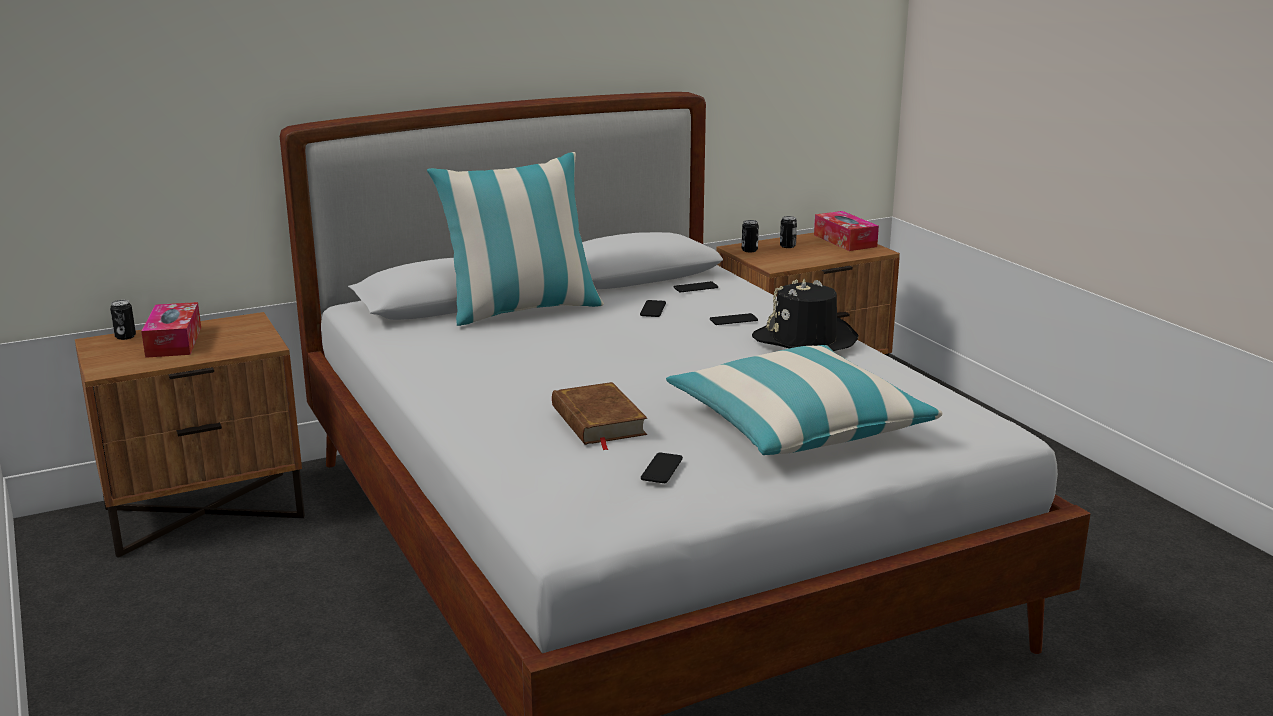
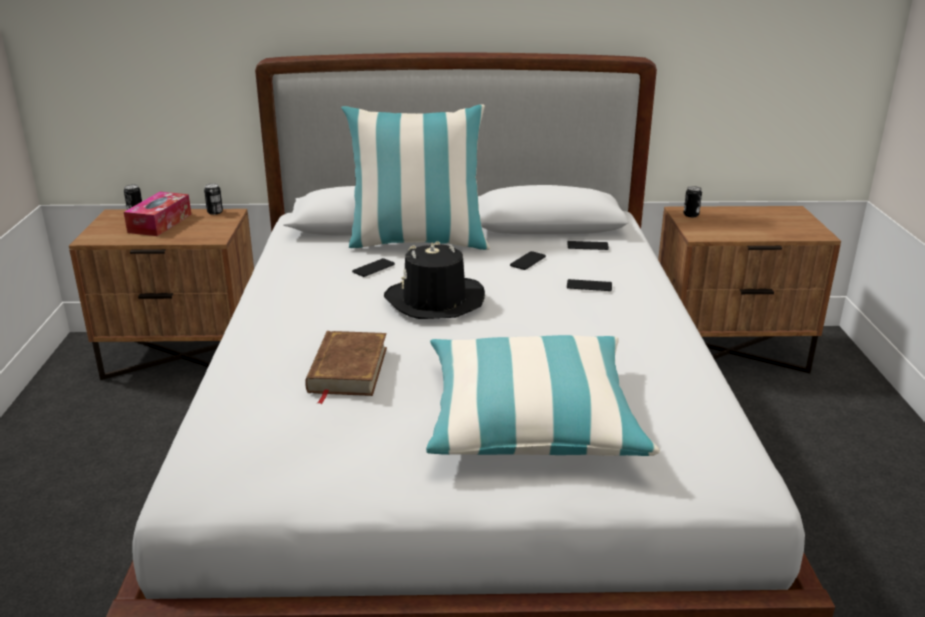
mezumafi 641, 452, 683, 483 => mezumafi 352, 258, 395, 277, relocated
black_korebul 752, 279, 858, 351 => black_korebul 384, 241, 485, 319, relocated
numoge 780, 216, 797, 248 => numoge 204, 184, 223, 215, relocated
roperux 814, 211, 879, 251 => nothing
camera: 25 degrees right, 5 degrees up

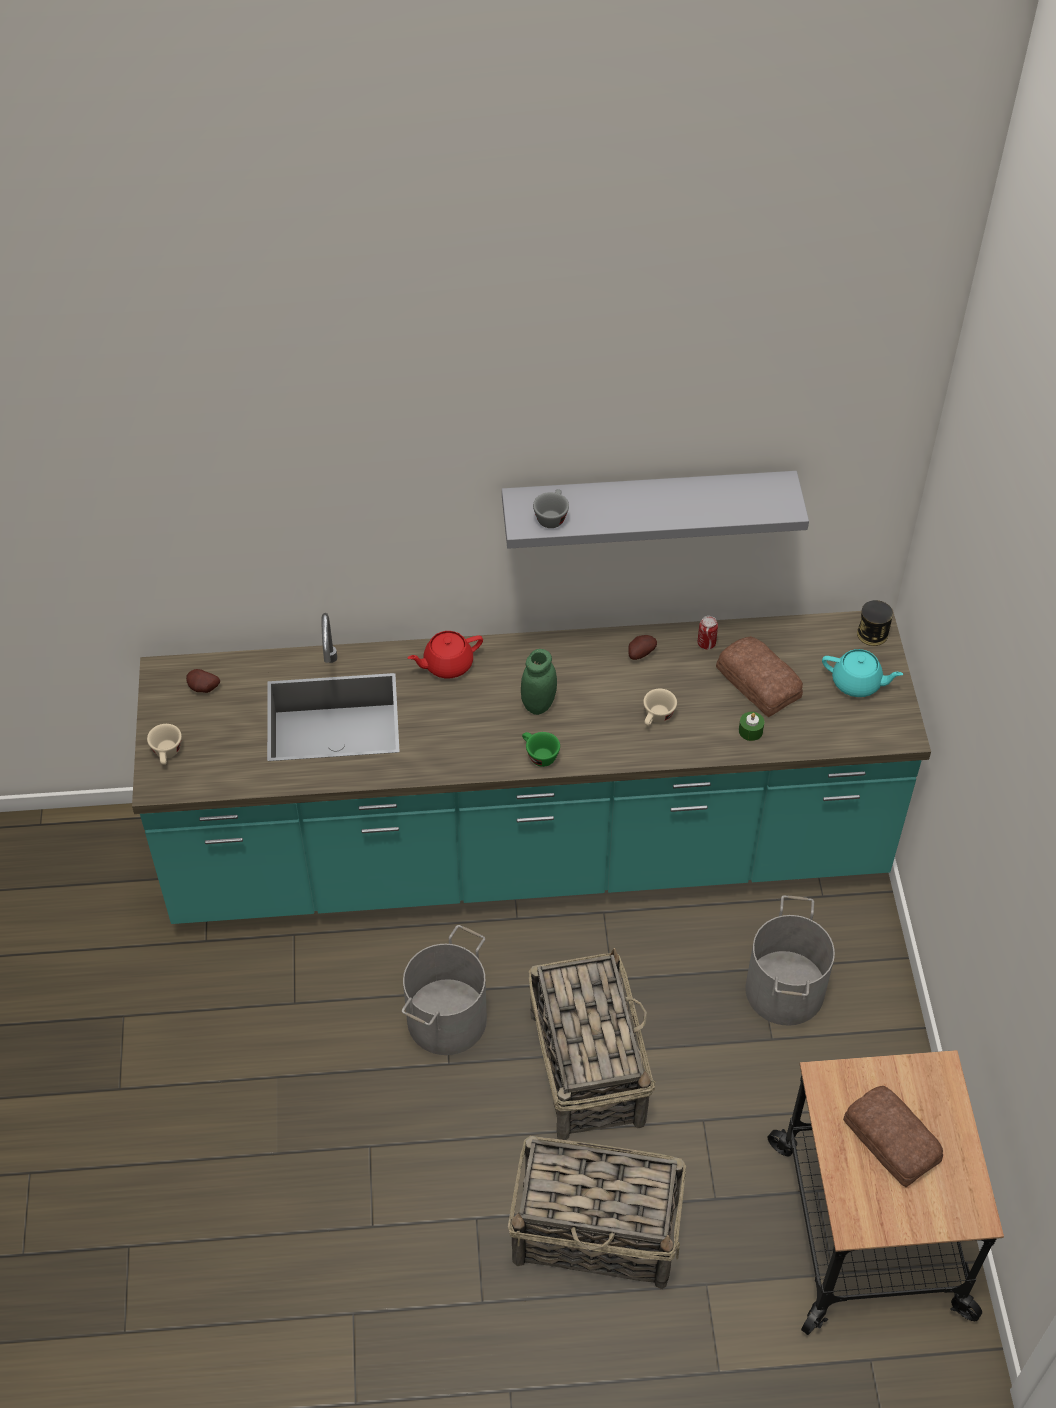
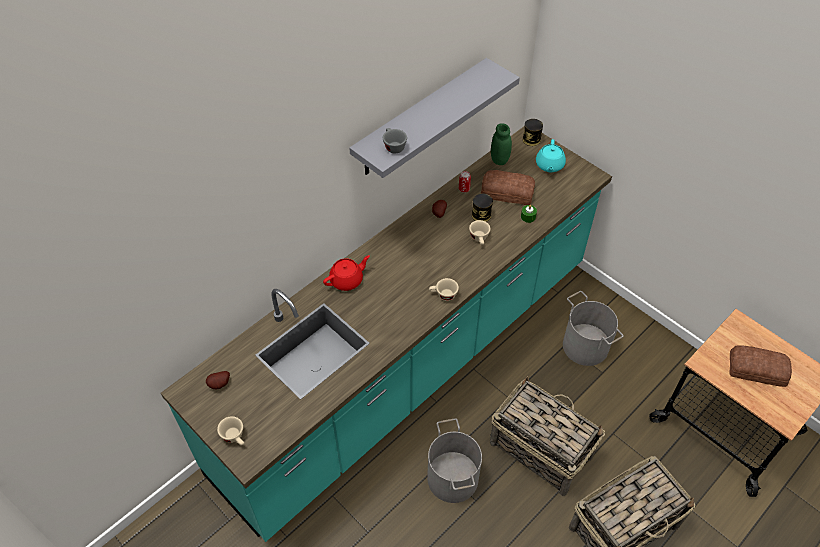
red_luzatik 408, 631, 483, 678 => red_luzatik 323, 255, 370, 291, 150 degrees counterclockwise
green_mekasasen 521, 649, 557, 715 => green_mekasasen 491, 123, 512, 165, relocated
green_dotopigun 522, 732, 560, 767 => beige_dotopigun 429, 278, 459, 301
turquoise_luzatik 822, 649, 903, 697 => turquoise_luzatik 536, 139, 566, 173, 120 degrees clockwise
nothing => numoge 472, 193, 493, 222
camera: 40 degrees left, 0 degrees up

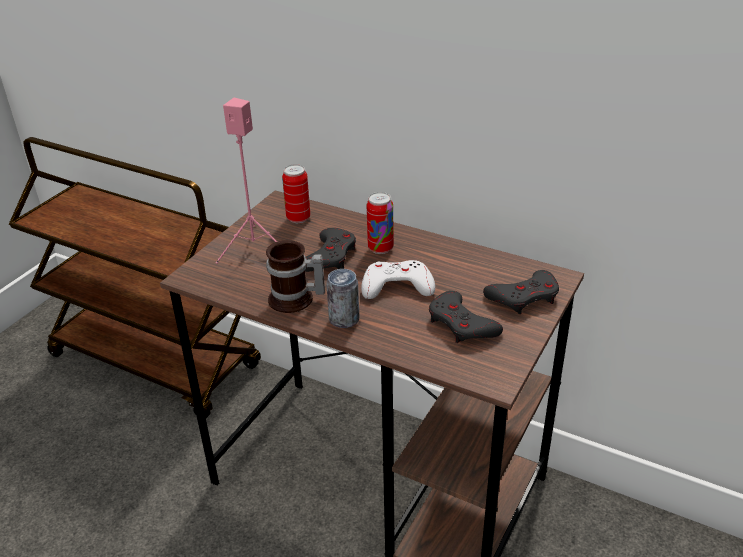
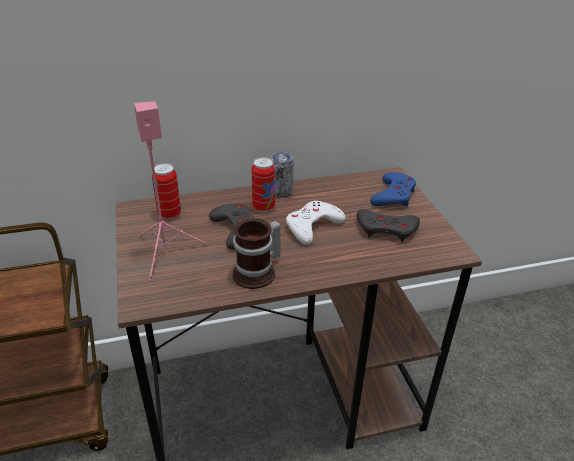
numoge 326, 269, 359, 328 => numoge 271, 152, 294, 198, relocated
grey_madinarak 483, 270, 559, 314 => blue_madinarak 370, 172, 416, 206
camera: 45 degrees left, 0 degrees up

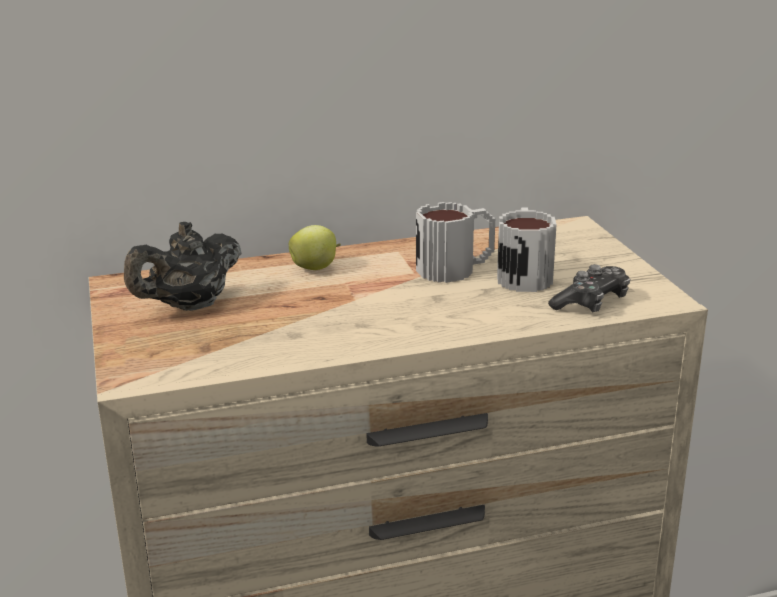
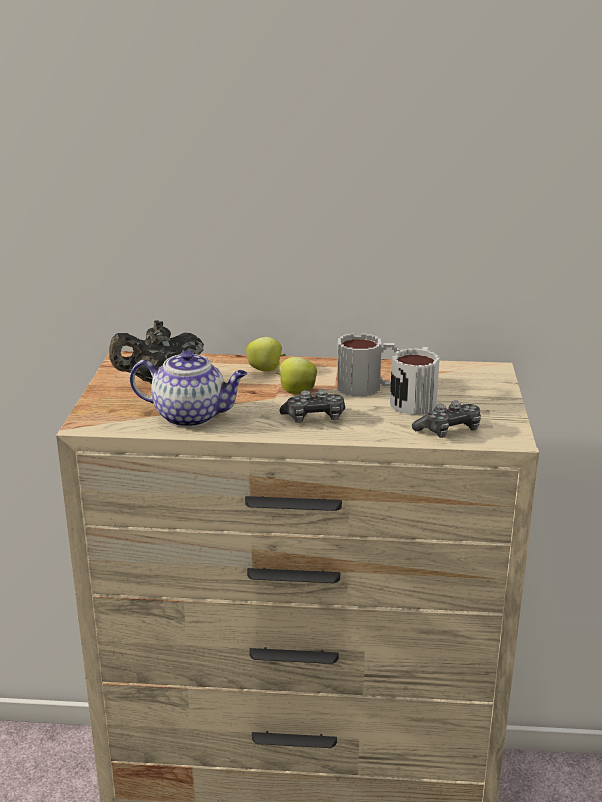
nothing => luzatik 130, 350, 248, 427
nothing => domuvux 276, 357, 317, 394
nothing => madinarak 279, 389, 345, 423
camera: 20 degrees right, 0 degrees up

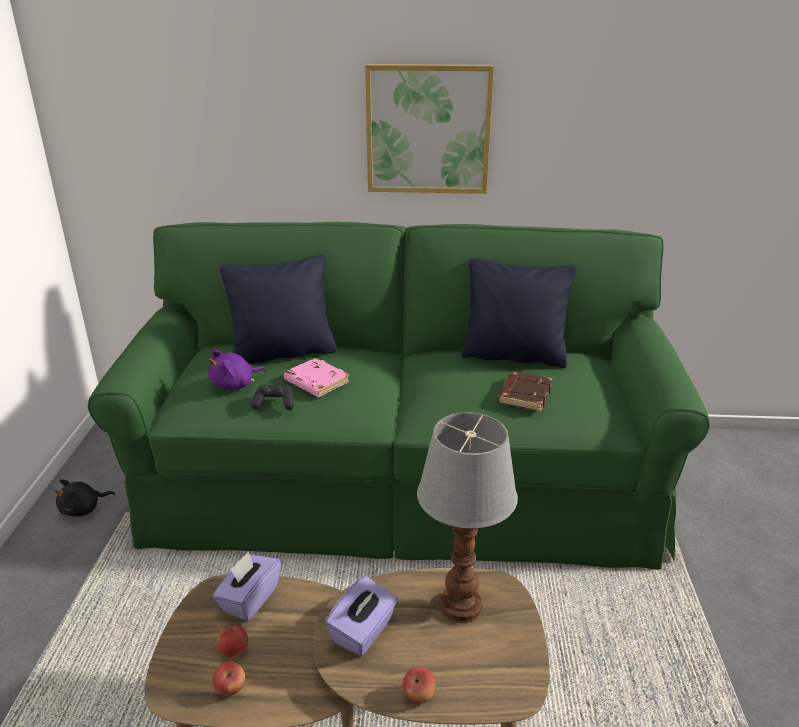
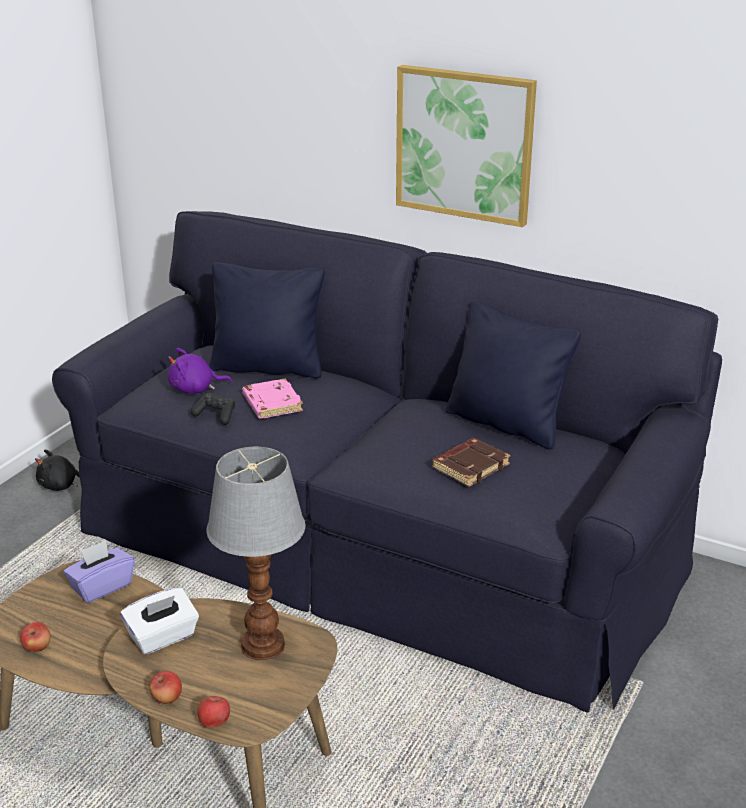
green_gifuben 88, 222, 710, 570 => black_gifuben 52, 211, 722, 713
domuvux 217, 625, 248, 657 => domuvux 197, 696, 230, 728, relocated
purple_roperux 325, 576, 398, 656 => white_roperux 121, 588, 199, 655
camera: 25 degrees right, 0 degrees up

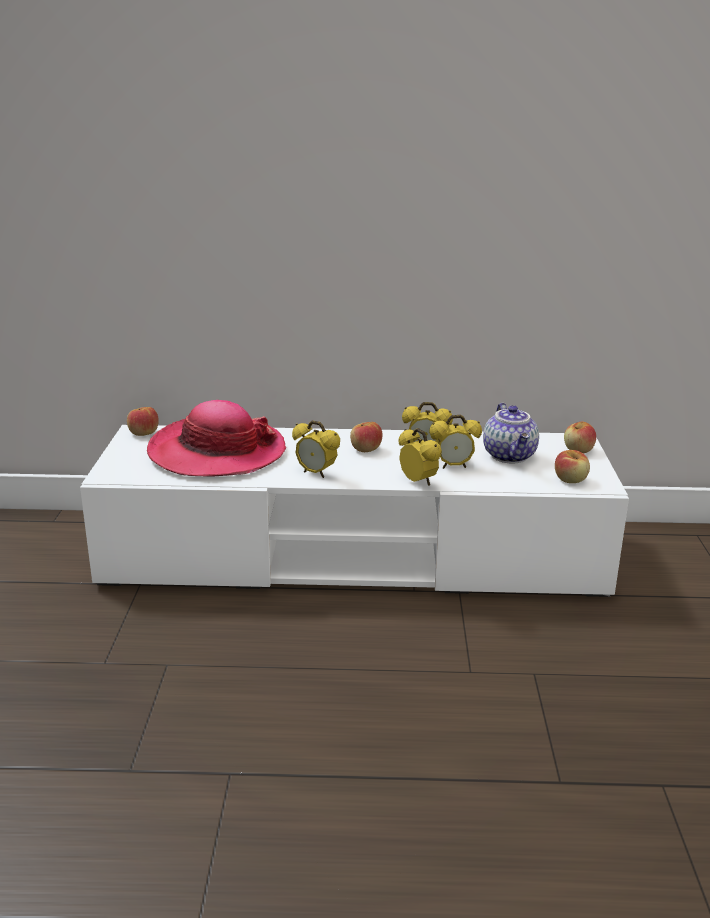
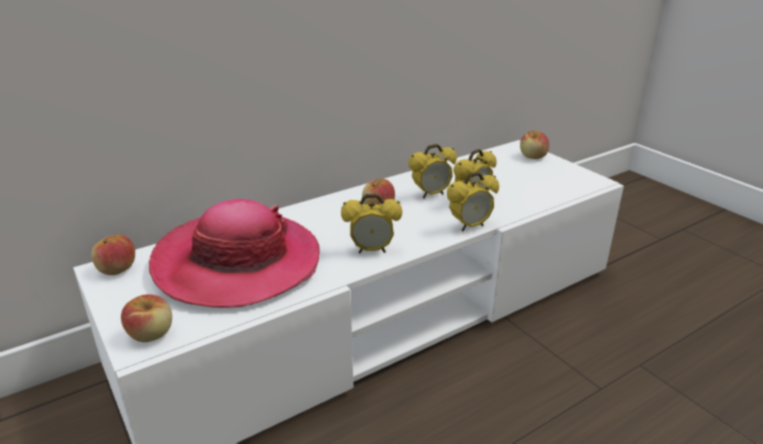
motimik 399, 428, 442, 486 => motimik 447, 172, 499, 231, 135 degrees clockwise
luzatik 483, 403, 539, 463 => nothing
domuvux 555, 450, 590, 483 => domuvux 121, 294, 172, 342, relocated
camera: 35 degrees left, 5 degrees up

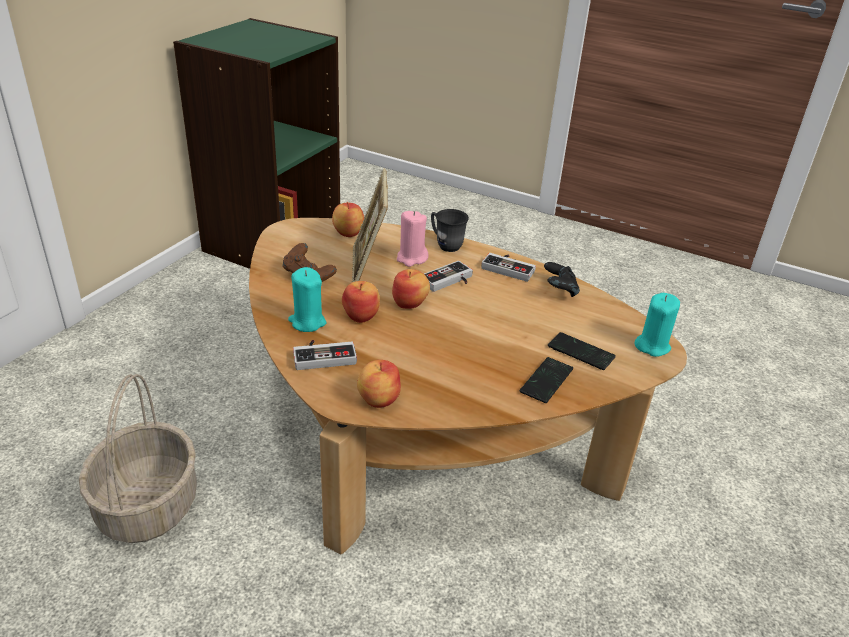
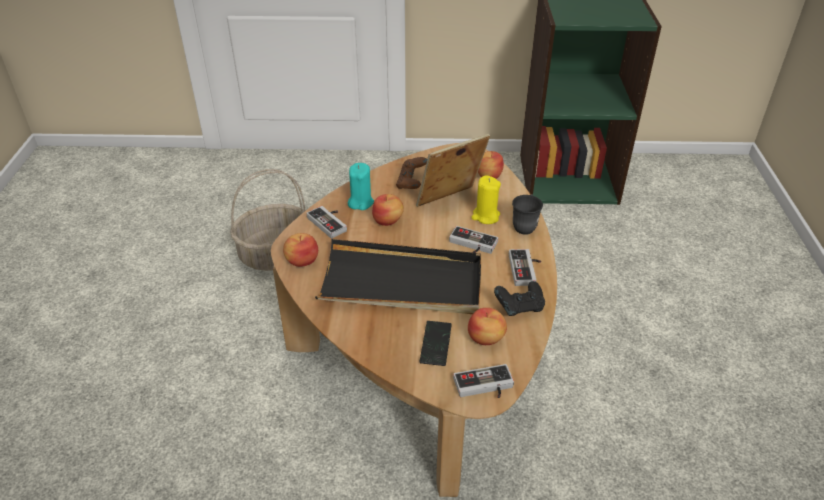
domuvux 392, 269, 430, 309 => domuvux 468, 308, 507, 345, relocated
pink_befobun 397, 211, 429, 267 => yellow_befobun 471, 175, 501, 224
mezumafi 520, 357, 573, 403 => nothing
turquoise_befobun 634, 293, 680, 357 => madinarak 453, 364, 514, 398
nothing => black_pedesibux 315, 239, 481, 314
camera: 65 degrees right, 5 degrees up

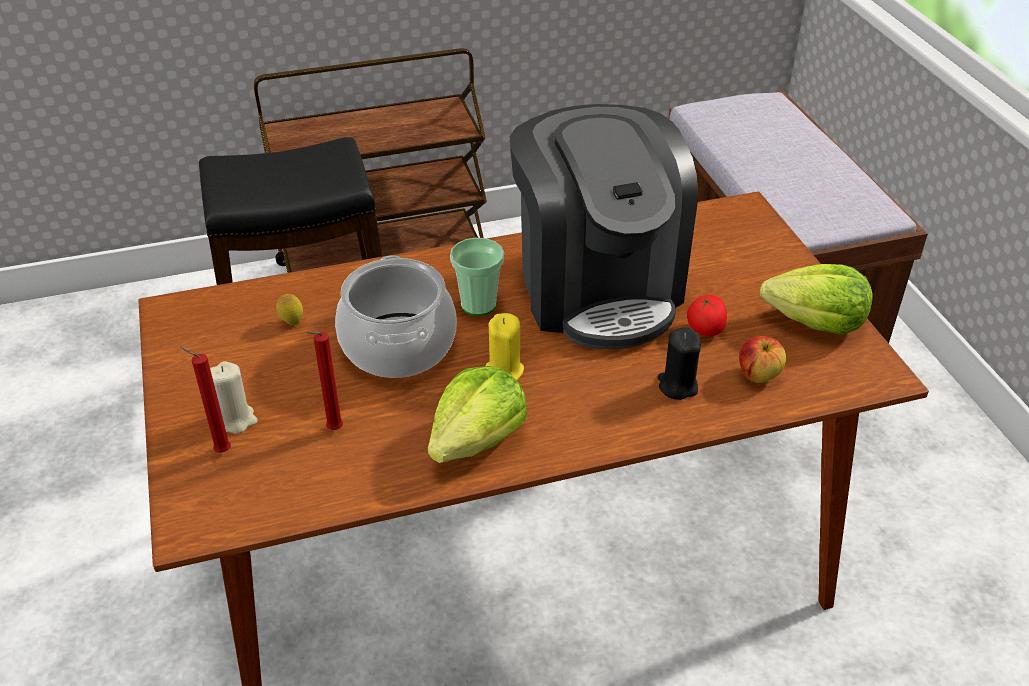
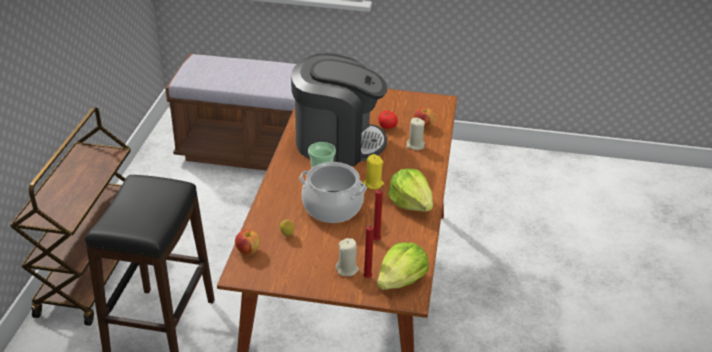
black_befobun 658, 327, 701, 400 => beige_befobun 406, 118, 425, 150
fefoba 760, 264, 873, 335 => fefoba 377, 242, 429, 290, relocated
nothing => domuvux 235, 229, 260, 255
camera: 65 degrees left, 5 degrees down

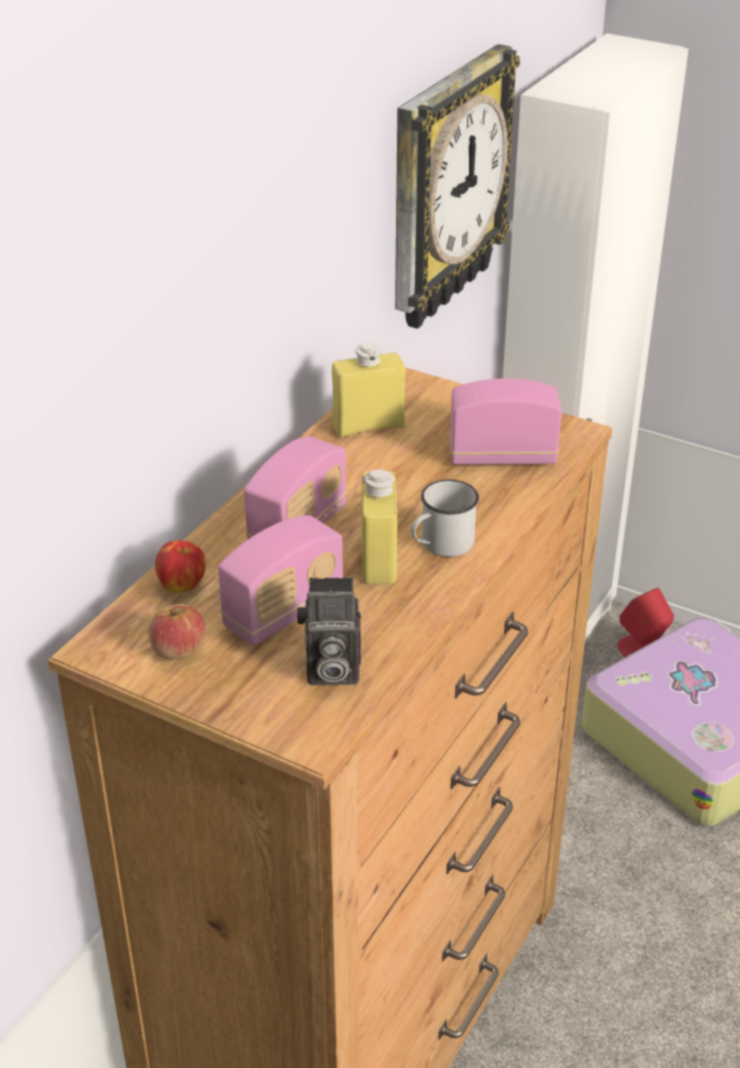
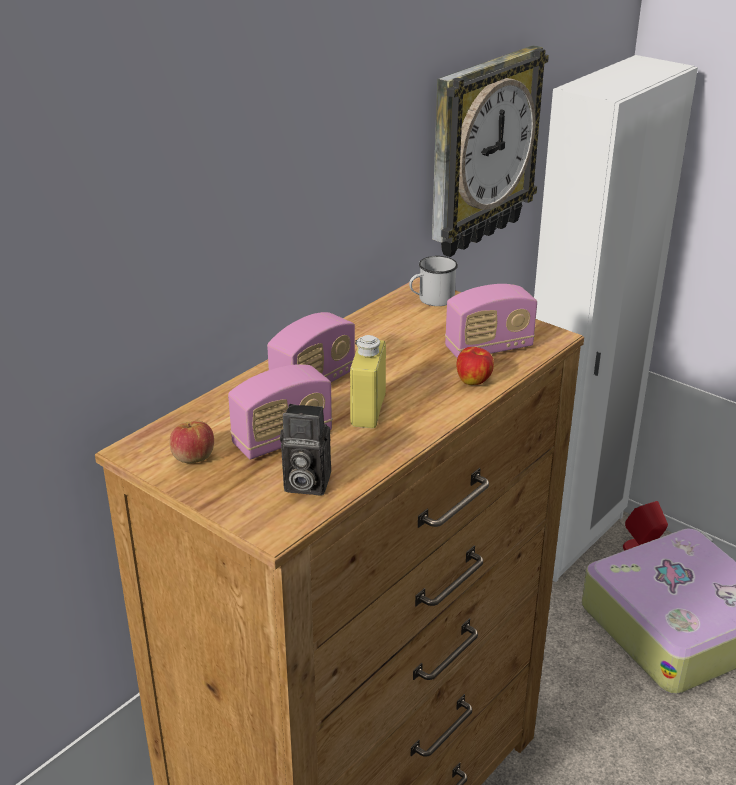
domuvux 155, 540, 206, 593 => domuvux 456, 347, 494, 385, relocated
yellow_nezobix 332, 342, 405, 437 => nothing
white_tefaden 411, 479, 479, 557 => white_tefaden 409, 256, 458, 306, relocated
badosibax 449, 378, 562, 465 => badosibax 445, 284, 537, 358, 150 degrees clockwise
camera: 10 degrees right, 5 degrees down

